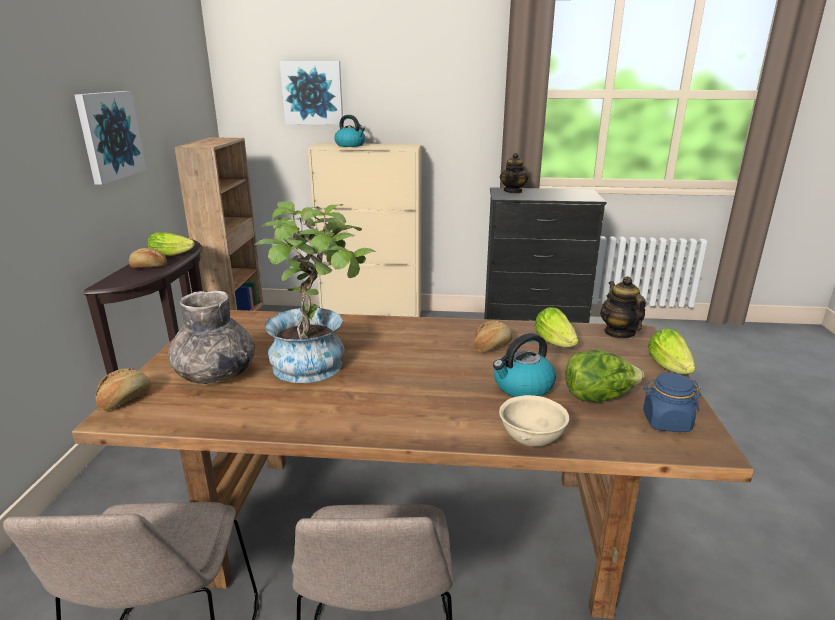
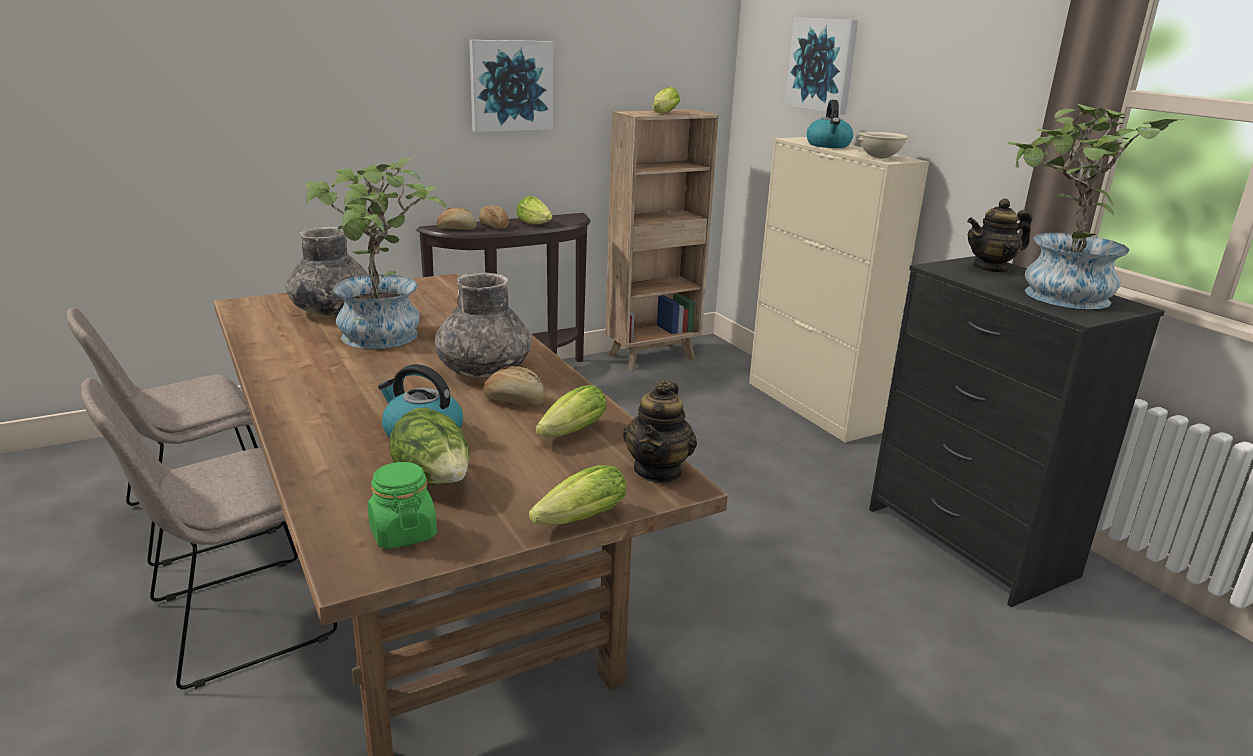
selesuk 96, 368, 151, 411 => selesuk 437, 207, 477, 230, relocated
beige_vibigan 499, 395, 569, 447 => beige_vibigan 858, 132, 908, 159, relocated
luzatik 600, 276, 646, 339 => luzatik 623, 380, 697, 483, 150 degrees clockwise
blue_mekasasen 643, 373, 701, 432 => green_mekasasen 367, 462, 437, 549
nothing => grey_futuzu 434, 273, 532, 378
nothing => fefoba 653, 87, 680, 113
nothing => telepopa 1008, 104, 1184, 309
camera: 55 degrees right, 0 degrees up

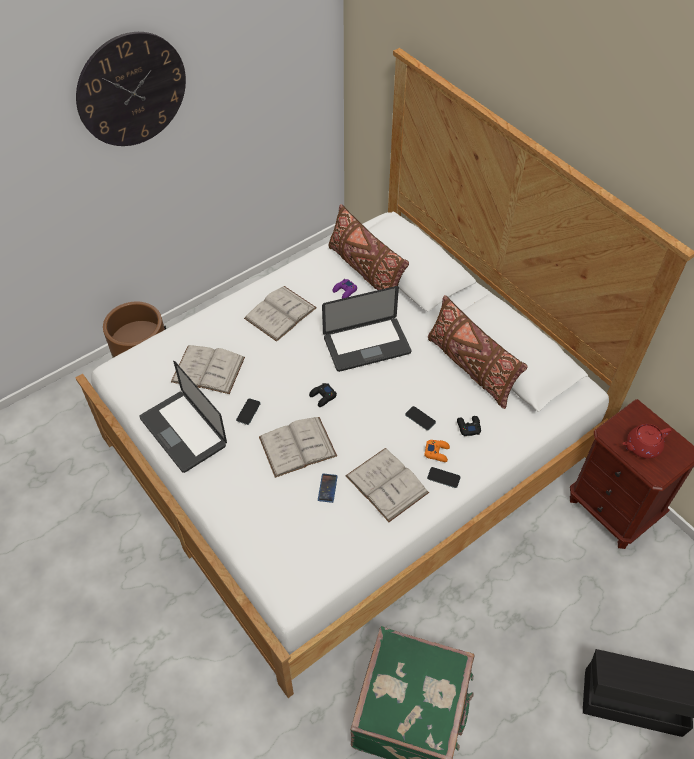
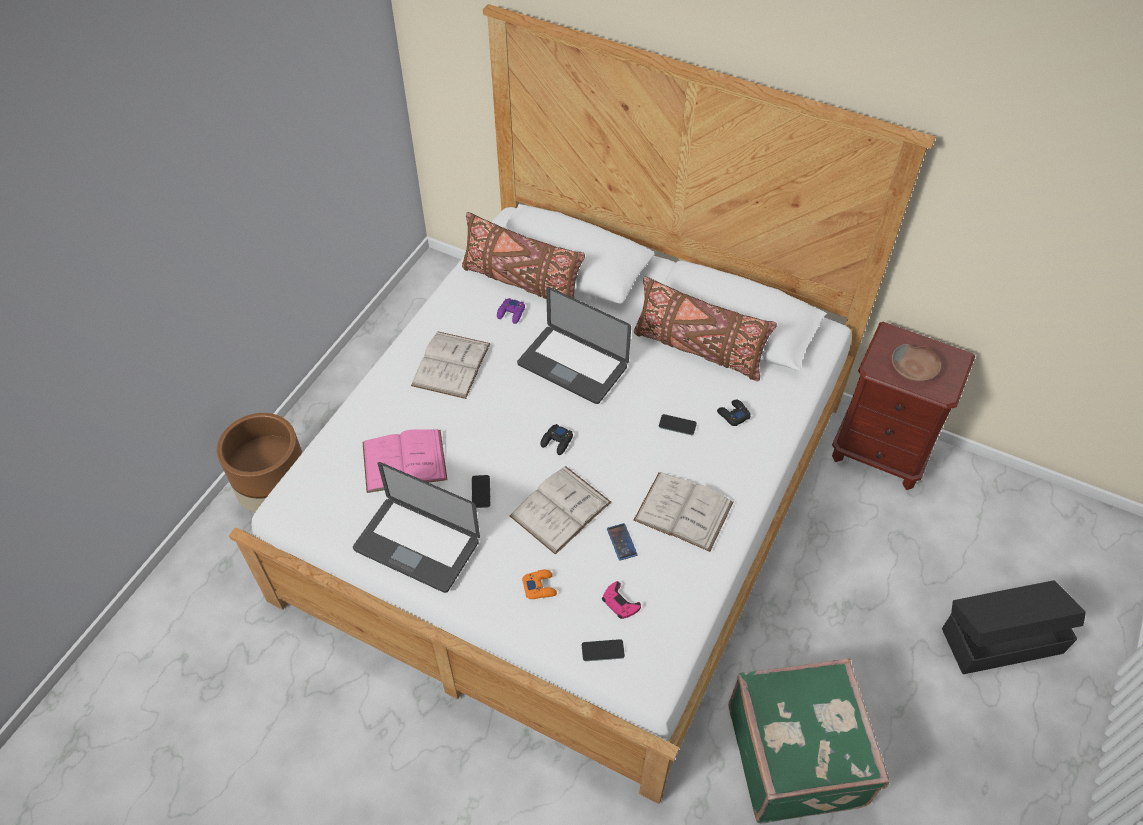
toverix 76, 32, 186, 146 => nothing
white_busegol 171, 345, 245, 394 => pink_busegol 363, 429, 447, 493
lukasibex 322, 286, 412, 372 => lukasibex 517, 287, 631, 404, 75 degrees clockwise
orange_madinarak 424, 440, 450, 462 => orange_madinarak 522, 570, 557, 599, relocated
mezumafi 427, 467, 461, 488 => mezumafi 582, 639, 625, 661, relocated
red_luzatik 623, 424, 672, 459 => brown_vibigan 892, 344, 941, 381
nothing => pink_madinarak 602, 581, 641, 619
camera: 25 degrees left, 0 degrees up

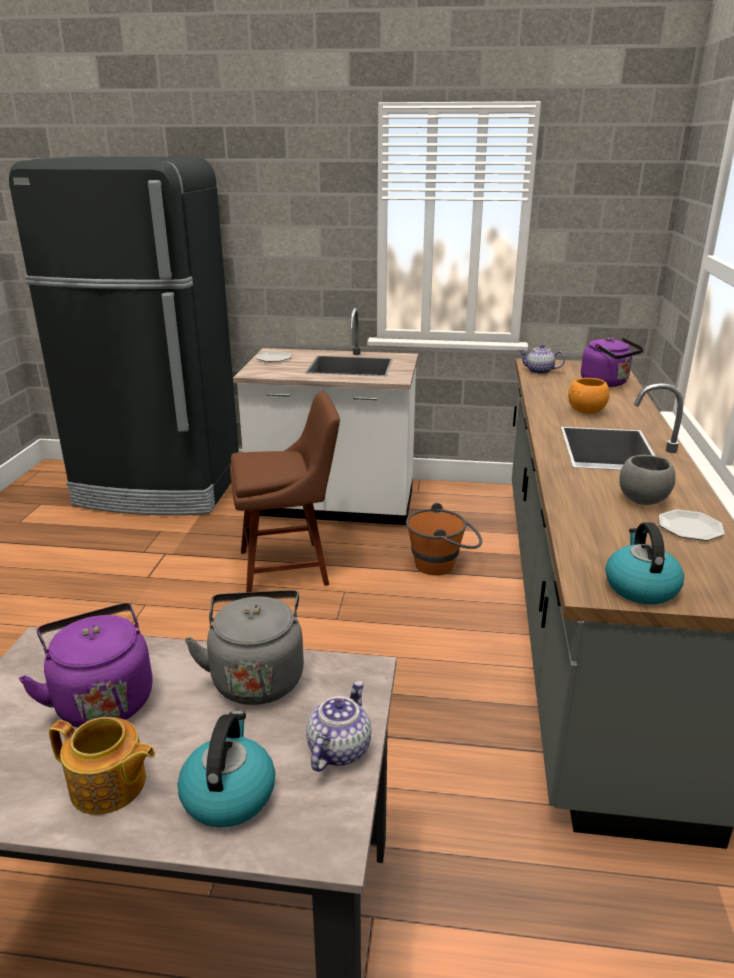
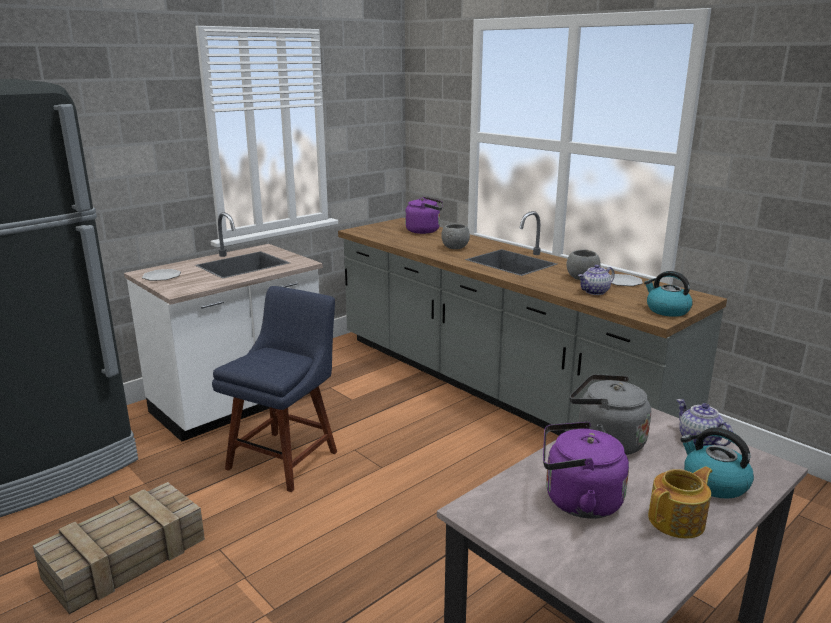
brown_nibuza 230, 392, 340, 592 => blue_nibuza 212, 286, 337, 492
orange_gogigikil 406, 503, 482, 575 => nothing
luzatik 519, 344, 565, 374 => luzatik 578, 265, 615, 295, relocated
orange_vibigan 568, 378, 609, 414 => grey_vibigan 441, 224, 470, 249
nothing => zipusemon 33, 482, 205, 614
camera: 50 degrees left, 5 degrees down

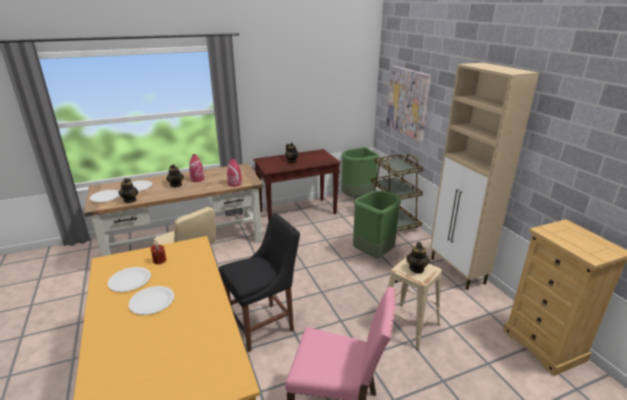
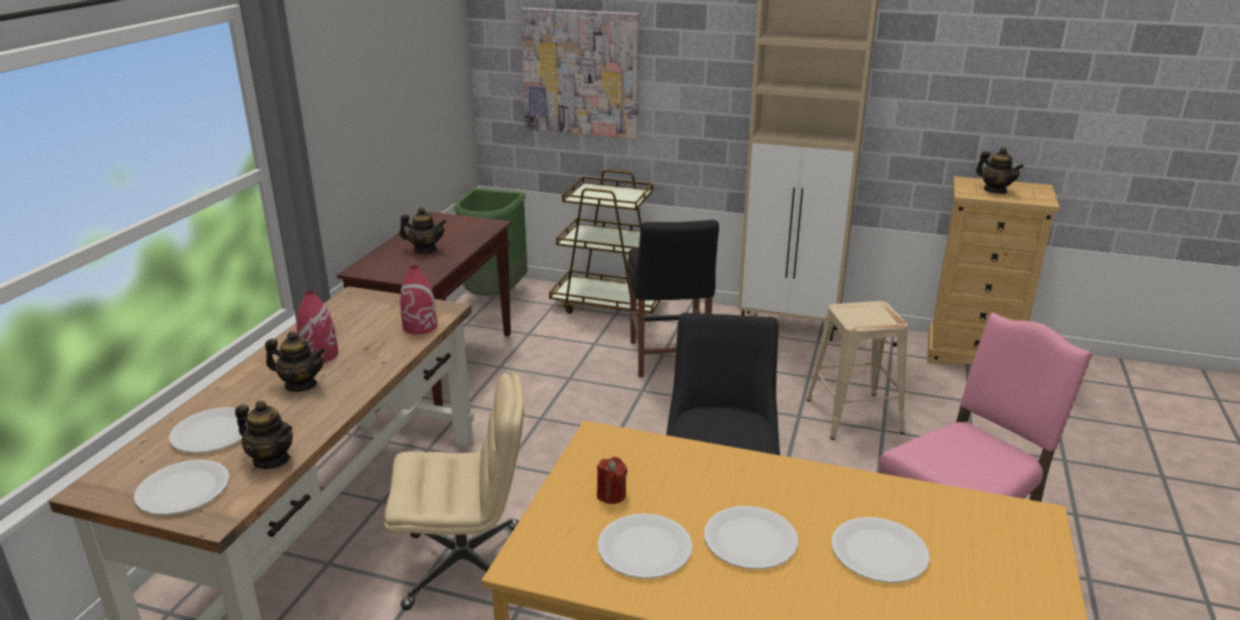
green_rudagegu 353, 191, 401, 259 => black_nibuza 627, 220, 719, 377
luzatik 406, 242, 430, 273 => luzatik 976, 147, 1024, 194, relocated
nothing => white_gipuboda 832, 517, 930, 583
camera: 50 degrees left, 0 degrees up

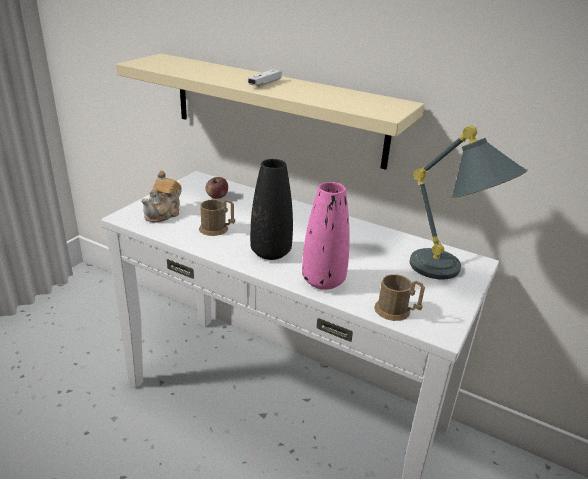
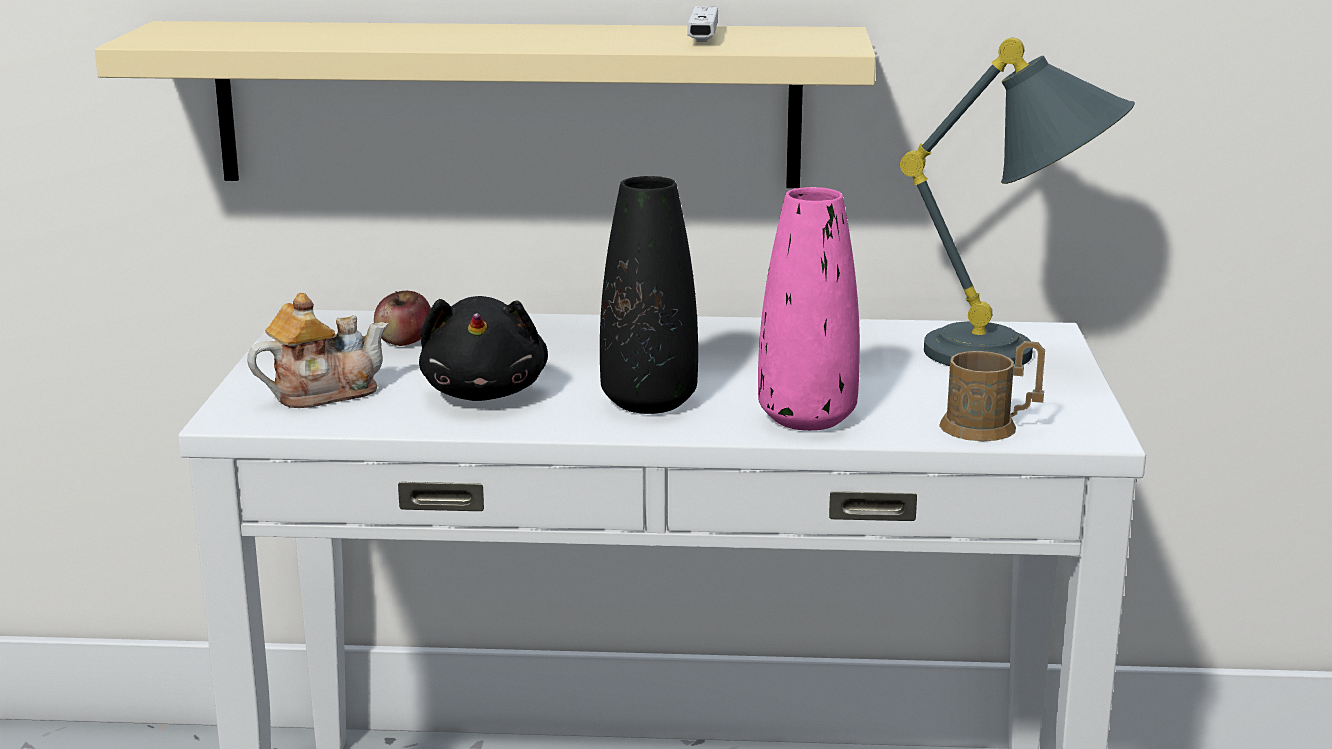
luzatik 141, 170, 182, 222 => luzatik 247, 293, 388, 408, 120 degrees counterclockwise
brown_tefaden 199, 199, 235, 236 => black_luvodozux 419, 296, 548, 401
white_madinarak 247, 69, 282, 86 => white_madinarak 687, 6, 718, 42, relocated
camera: 25 degrees left, 10 degrees down

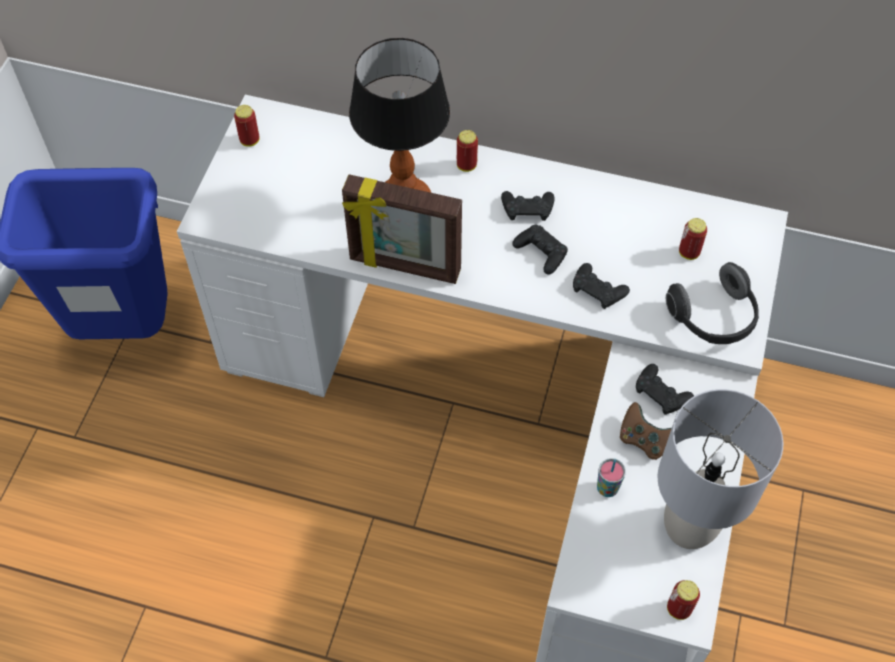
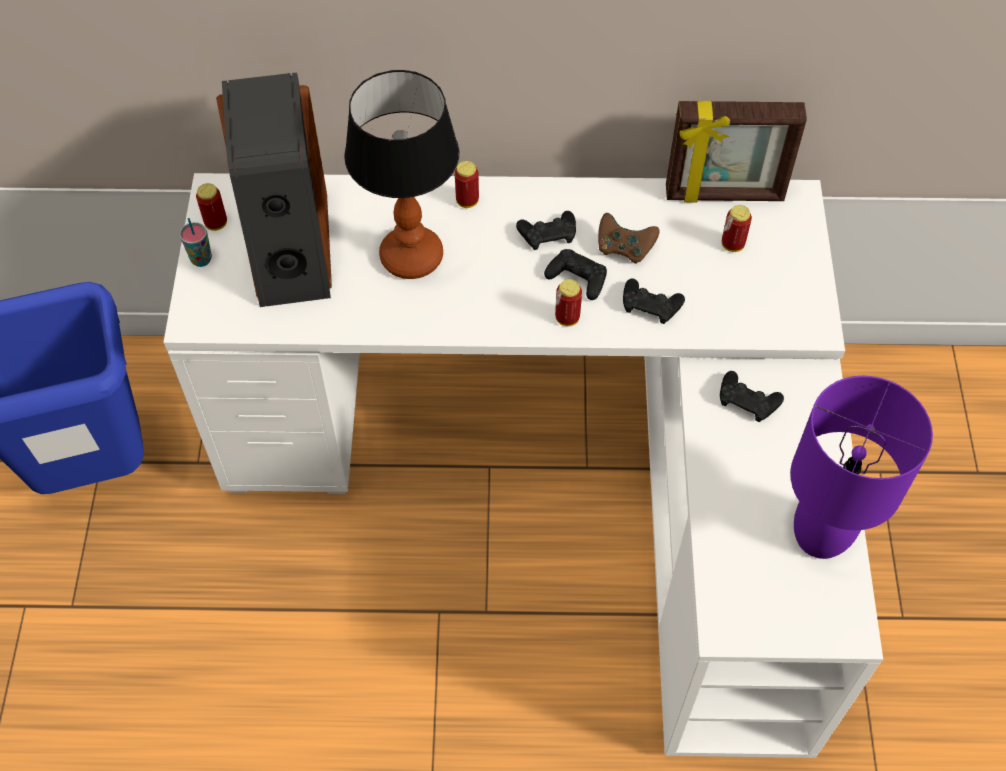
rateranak 342, 174, 462, 284 => rateranak 666, 101, 807, 202, relocated
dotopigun 597, 458, 626, 497 => dotopigun 180, 218, 212, 267, relocated
brown_madinarak 620, 402, 672, 460 => brown_madinarak 598, 213, 660, 264, relocated
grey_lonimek 657, 389, 783, 549 => purple_lonimek 790, 376, 933, 559
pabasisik 666, 262, 759, 344 => nothing
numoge 667, 580, 700, 620 => numoge 555, 279, 582, 326, relocated
nothing => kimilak 216, 72, 332, 307
camera: 15 degrees left, 0 degrees up

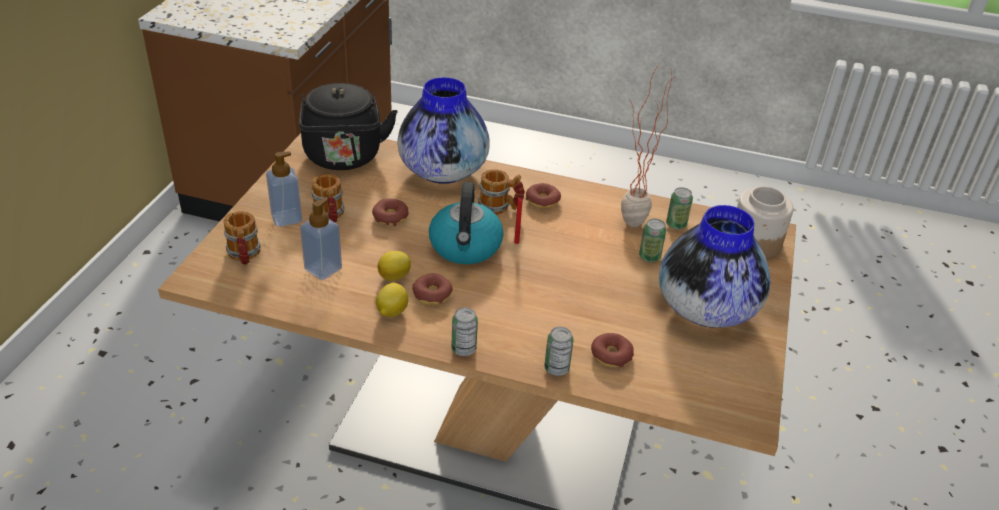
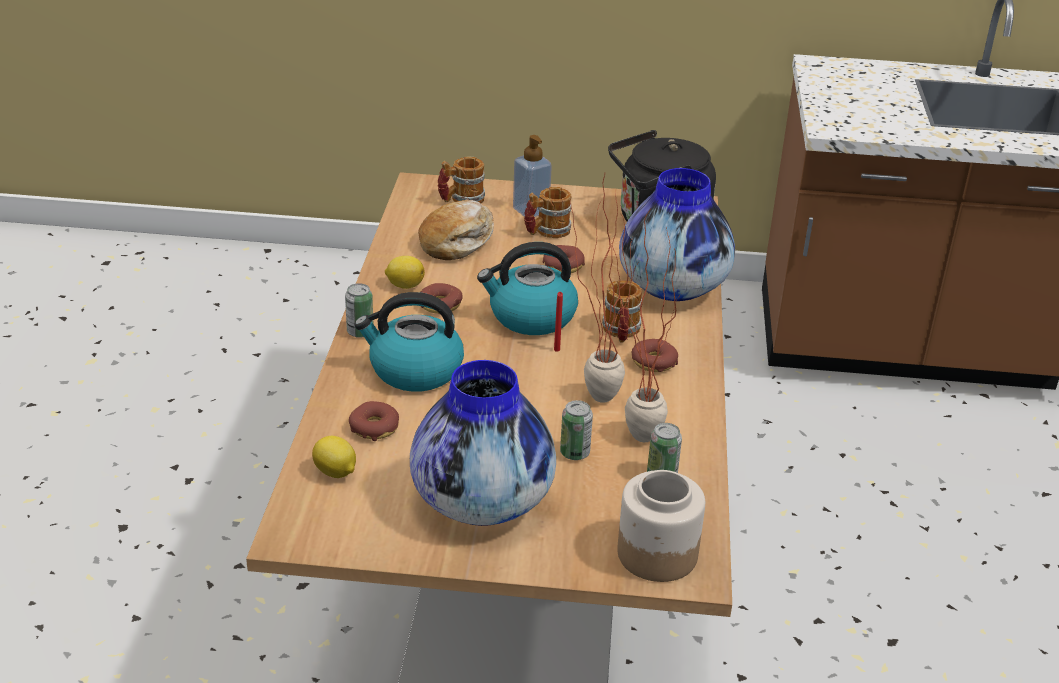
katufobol 300, 198, 342, 280 => selesuk 418, 200, 494, 260
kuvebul 377, 251, 411, 281 => kuvebul 312, 436, 356, 478, relocated
numoge 544, 327, 573, 376 => nothing
nothing => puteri 354, 292, 464, 392
nothing => telepopa 570, 175, 639, 403
camera: 80 degrees right, 5 degrees down

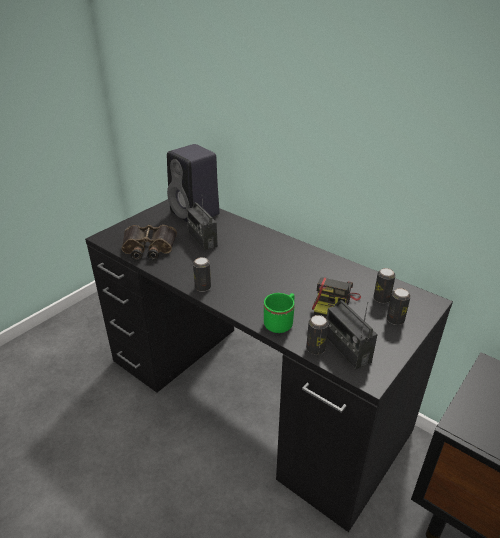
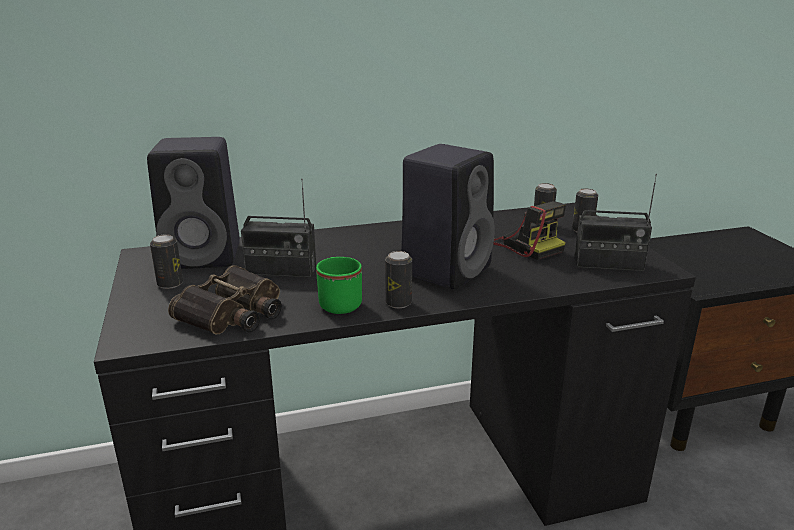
green_tefaden 264, 293, 295, 333 => green_tefaden 316, 257, 362, 314, relocated
numoge 306, 315, 329, 355 => numoge 150, 234, 183, 289, relocated
nothing => black_kimilak 401, 144, 495, 290
camera: 55 degrees left, 10 degrees down

